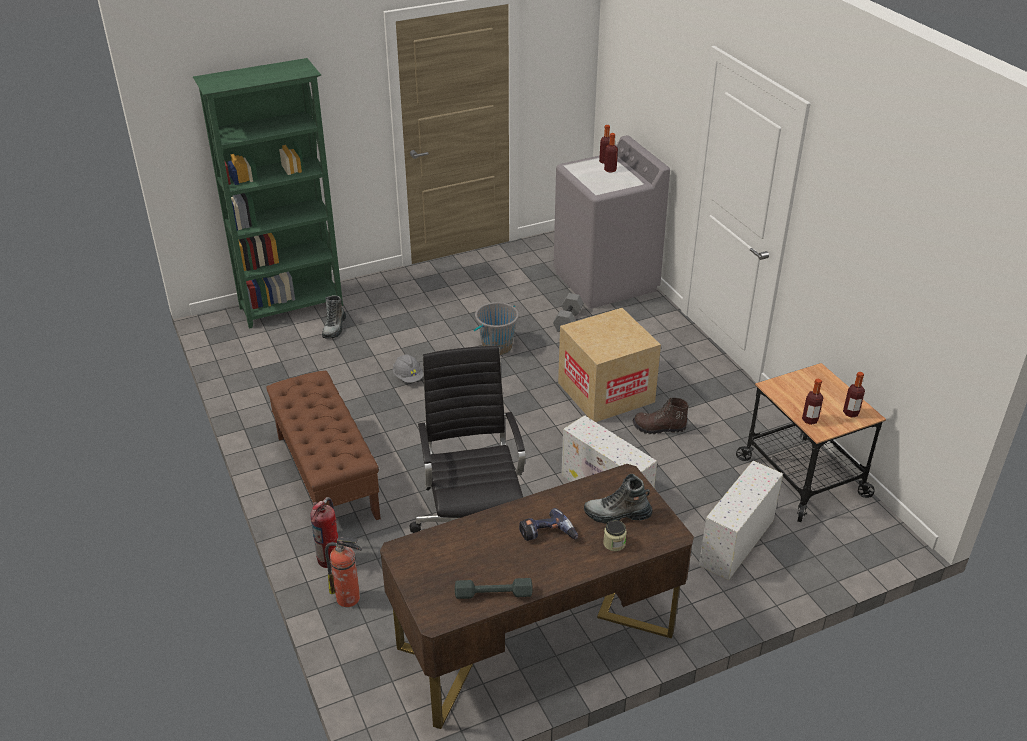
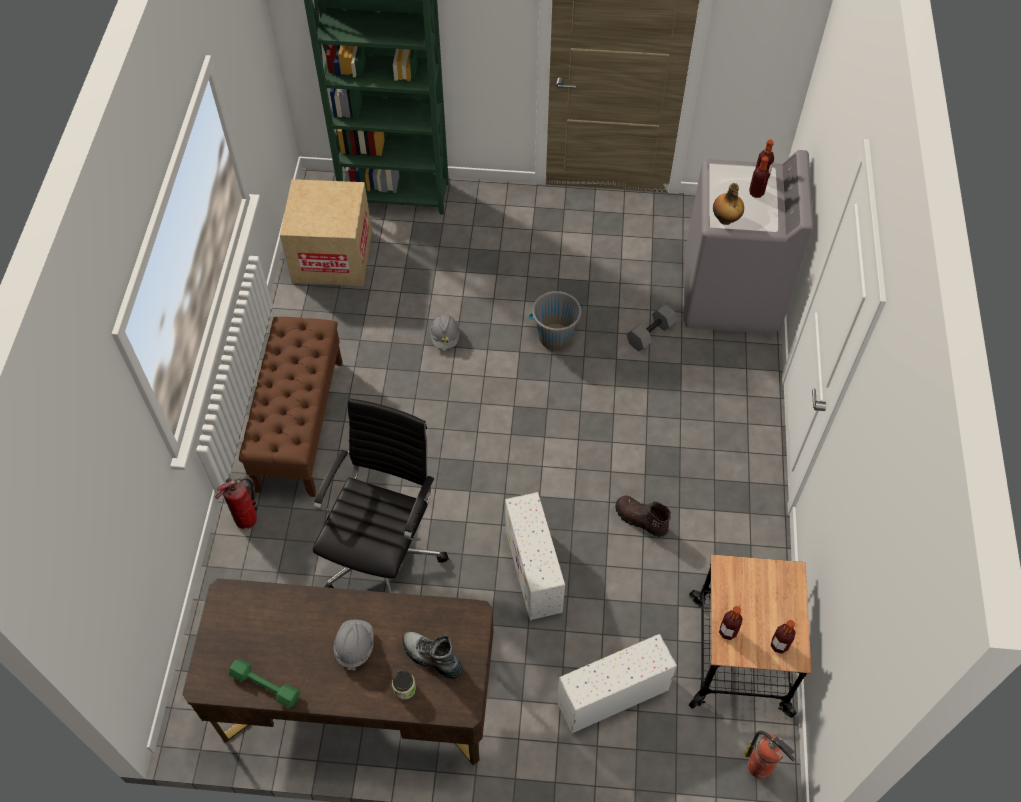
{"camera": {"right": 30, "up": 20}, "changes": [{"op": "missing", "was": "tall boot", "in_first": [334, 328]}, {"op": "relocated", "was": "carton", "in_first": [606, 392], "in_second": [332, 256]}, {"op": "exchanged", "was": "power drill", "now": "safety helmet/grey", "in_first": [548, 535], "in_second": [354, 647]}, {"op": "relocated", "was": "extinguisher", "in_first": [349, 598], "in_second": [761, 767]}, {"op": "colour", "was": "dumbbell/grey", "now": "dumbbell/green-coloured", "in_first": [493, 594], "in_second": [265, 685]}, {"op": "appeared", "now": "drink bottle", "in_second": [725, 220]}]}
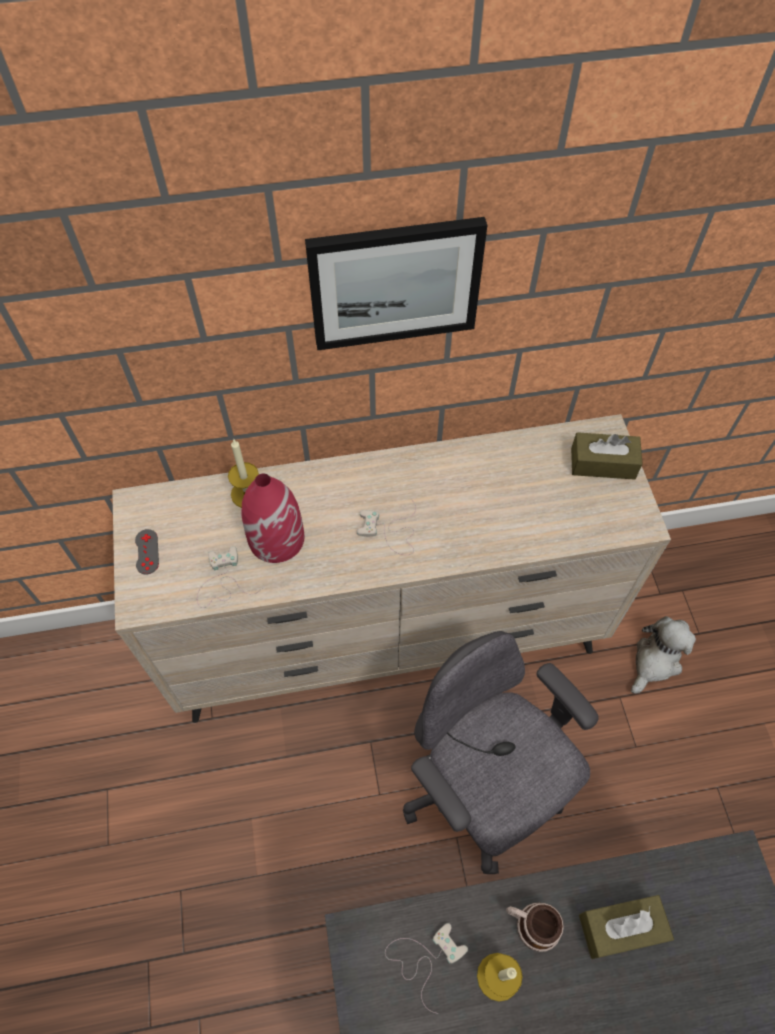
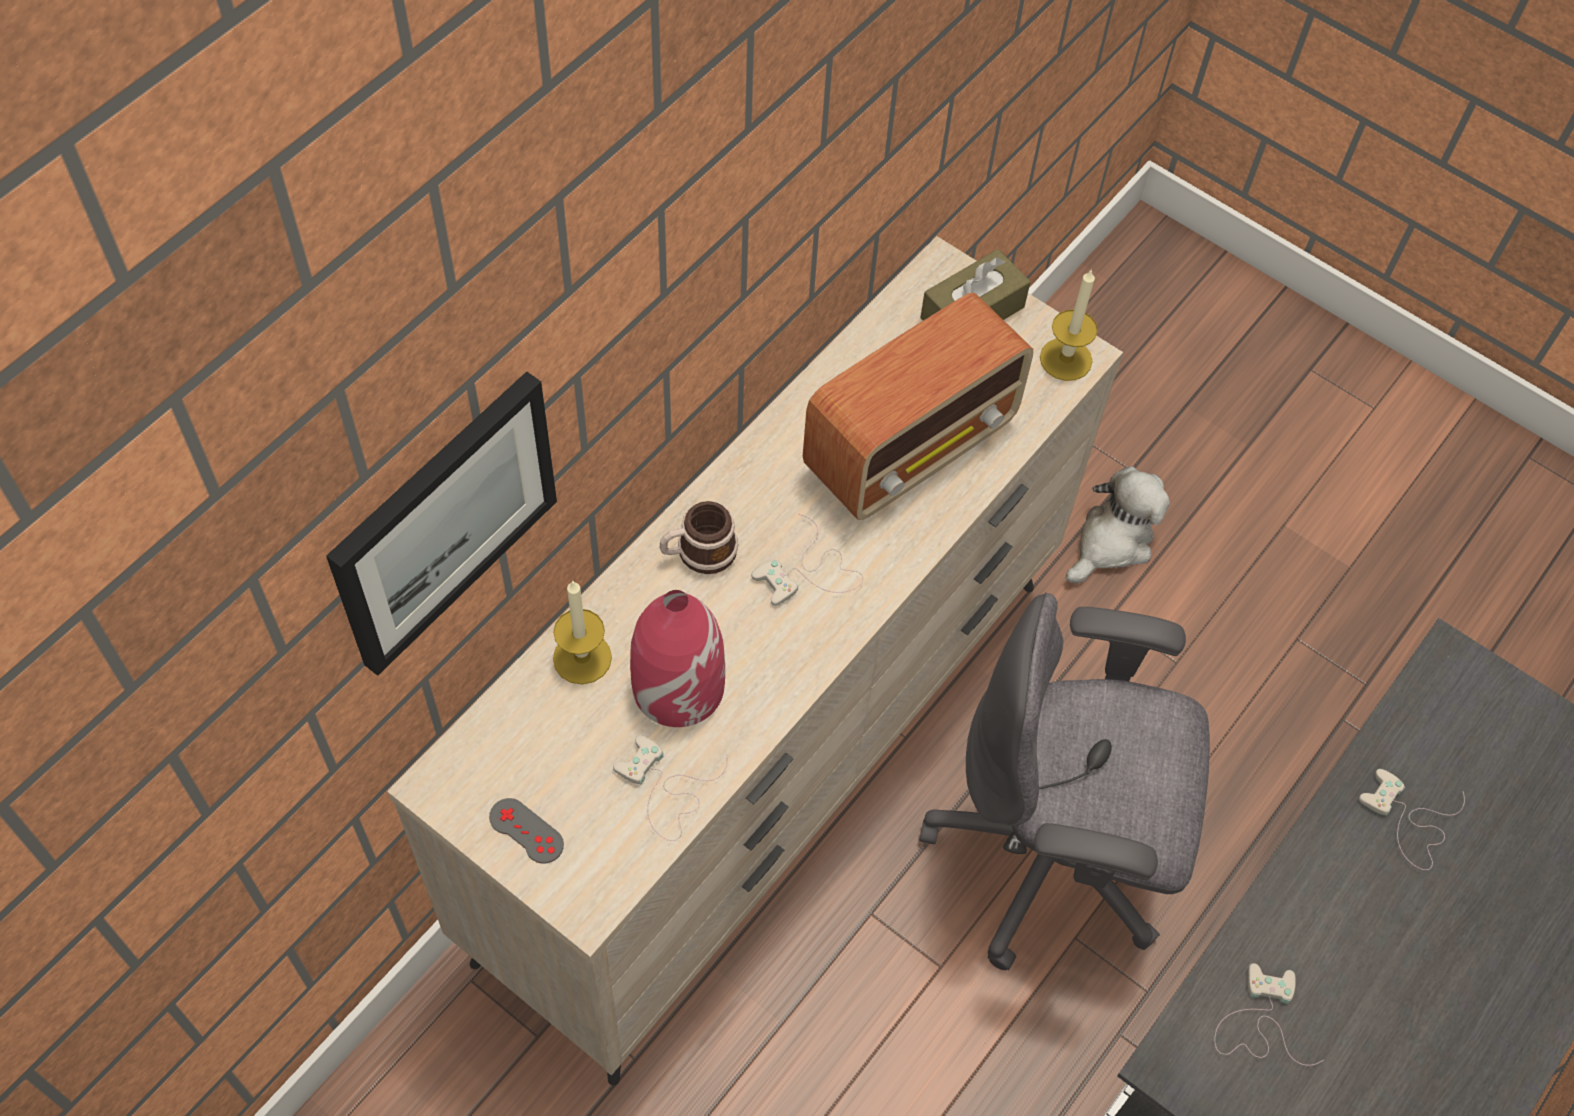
{"camera": {"right": -45, "up": 0}, "changes": [{"op": "relocated", "was": "picture", "in_first": [395, 283], "in_second": [443, 521]}, {"op": "spun", "was": "plush toy", "in_first": [655, 661], "in_second": [1112, 541], "clockwise": 45}, {"op": "exchanged", "was": "box of tissues/brownish", "now": "joypad/whitish", "in_first": [621, 928], "in_second": [1409, 821]}, {"op": "relocated", "was": "mug", "in_first": [531, 924], "in_second": [698, 552]}, {"op": "relocated", "was": "wax candle", "in_first": [498, 976], "in_second": [1066, 359]}, {"op": "appeared", "now": "radio", "in_second": [912, 446]}]}
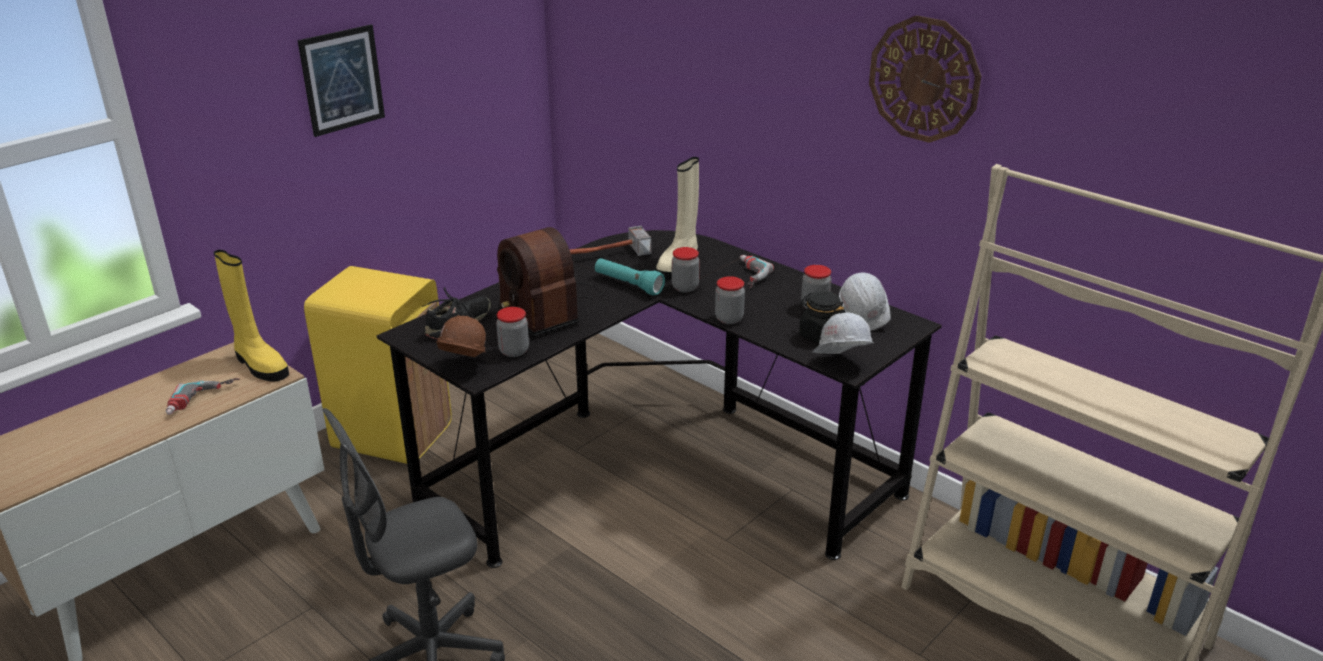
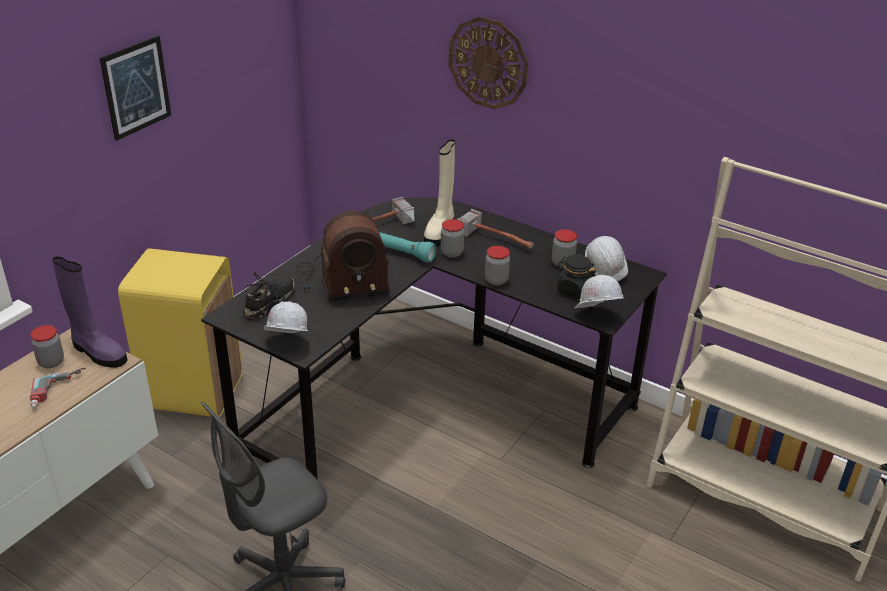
{"camera": {"right": -10, "up": 5}, "changes": [{"op": "relocated", "was": "clock on the wall", "in_first": [924, 79], "in_second": [488, 63]}, {"op": "spun", "was": "radio", "in_first": [548, 306], "in_second": [341, 279], "clockwise": -60}, {"op": "colour", "was": "tall boot/yellow-coloured", "now": "tall boot/purple-coloured", "in_first": [259, 365], "in_second": [97, 352]}, {"op": "exchanged", "was": "power drill", "now": "tool hammer", "in_first": [746, 275], "in_second": [499, 237]}, {"op": "relocated", "was": "jar", "in_first": [514, 351], "in_second": [51, 362]}, {"op": "colour", "was": "safety helmet/brownish", "now": "safety helmet/whitish", "in_first": [462, 367], "in_second": [286, 344]}]}
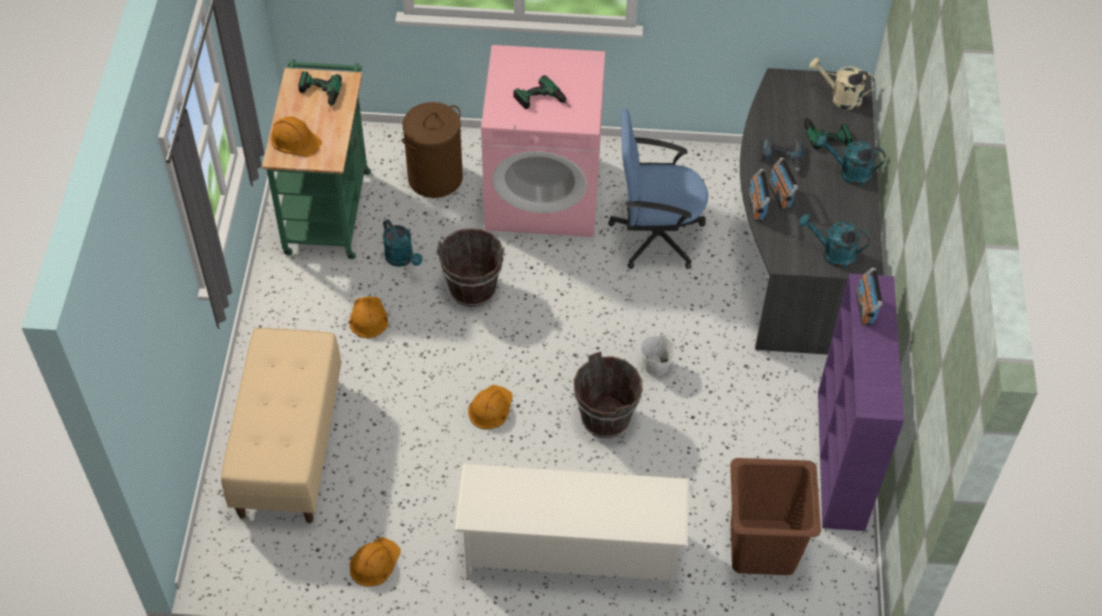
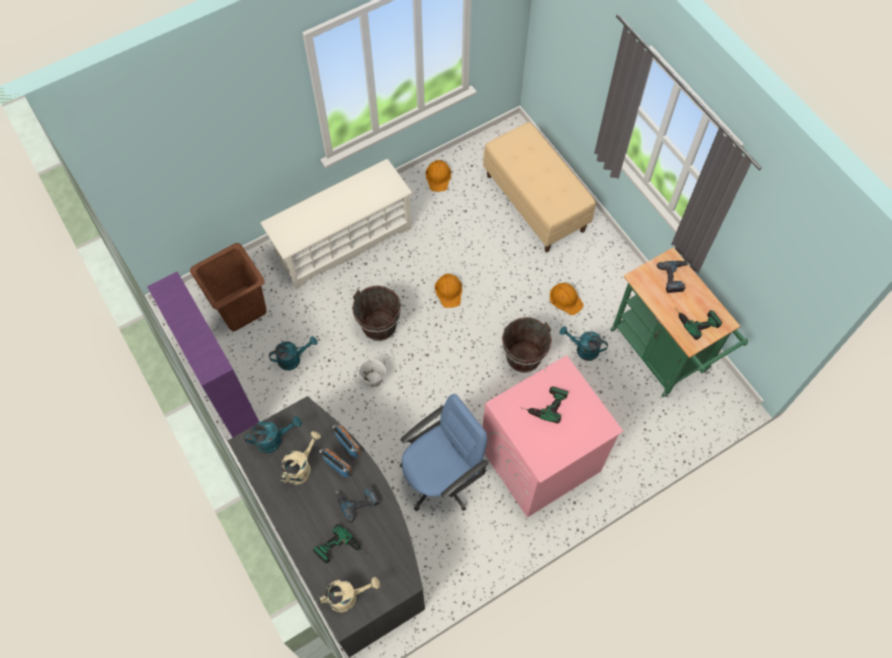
{"camera": {"right": 145, "up": 10}, "changes": [{"op": "missing", "was": "washing basket/brownish", "in_first": [435, 177]}, {"op": "exchanged", "was": "safety helmet/orange", "now": "power drill", "in_first": [295, 139], "in_second": [674, 277]}, {"op": "relocated", "was": "watering can/turquoise", "in_first": [849, 172], "in_second": [293, 358]}, {"op": "missing", "was": "radio", "in_first": [865, 308]}, {"op": "appeared", "now": "watering can/beige", "in_second": [301, 467]}]}
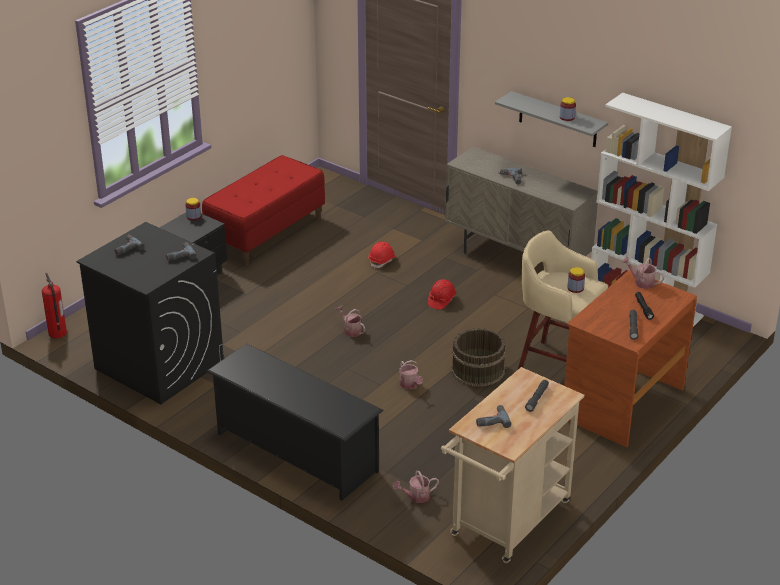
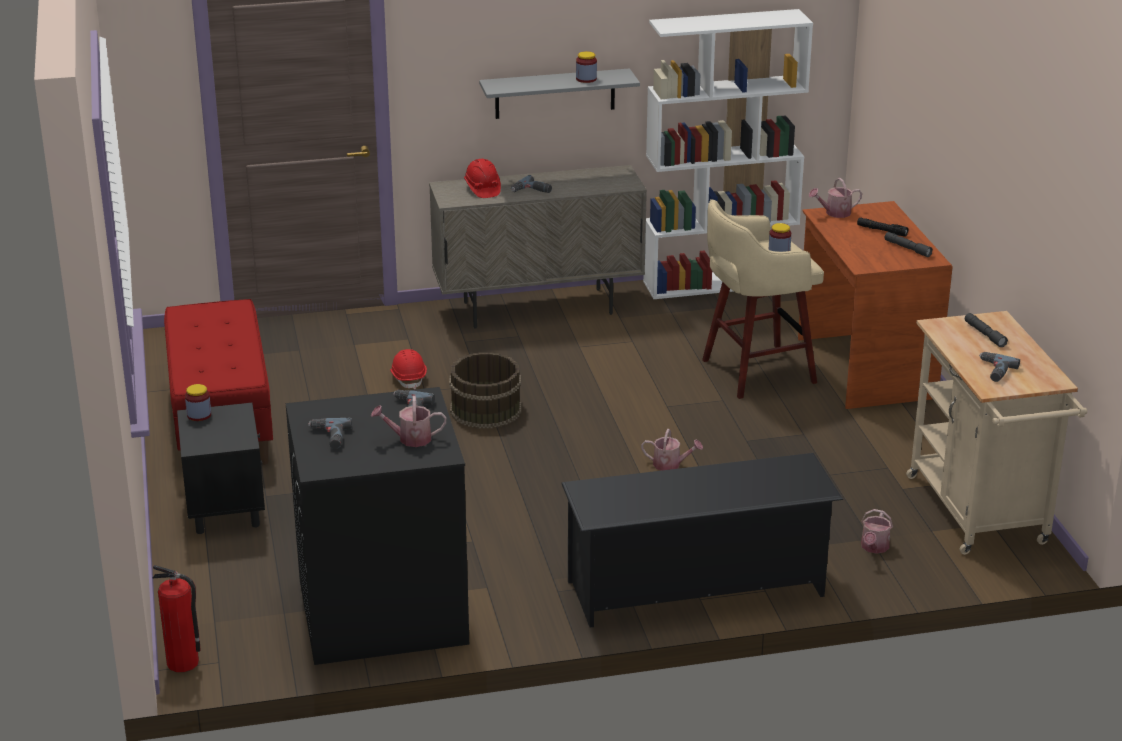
{"camera": {"right": -50, "up": -5}, "changes": [{"op": "relocated", "was": "safety helmet/red-coloured", "in_first": [441, 300], "in_second": [482, 189]}, {"op": "relocated", "was": "watering can", "in_first": [351, 330], "in_second": [410, 439]}, {"op": "relocated", "was": "water bucket/brownish", "in_first": [477, 370], "in_second": [484, 409]}]}
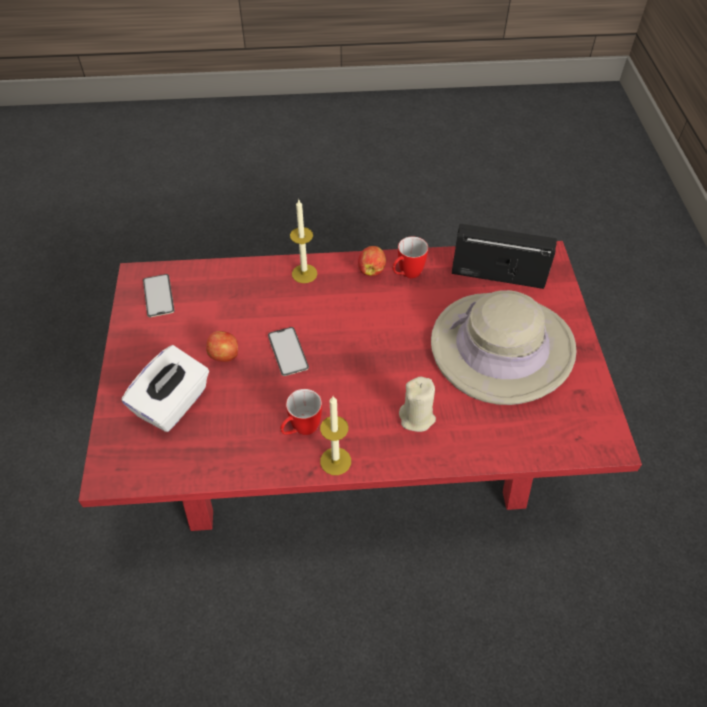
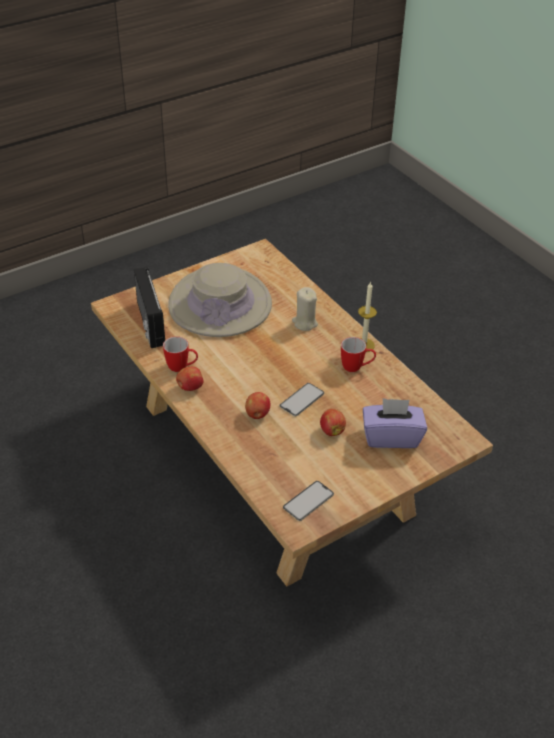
{"camera": {"right": -120, "up": -10}, "changes": [{"op": "missing", "was": "wax candle", "in_first": [304, 273]}, {"op": "colour", "was": "lounge table/red-coloured", "now": "lounge table/beige", "in_first": [353, 440], "in_second": [275, 458]}, {"op": "colour", "was": "box of tissues/whitish", "now": "box of tissues/purple-coloured", "in_first": [173, 403], "in_second": [391, 437]}, {"op": "appeared", "now": "apple fruit", "in_second": [257, 414]}]}
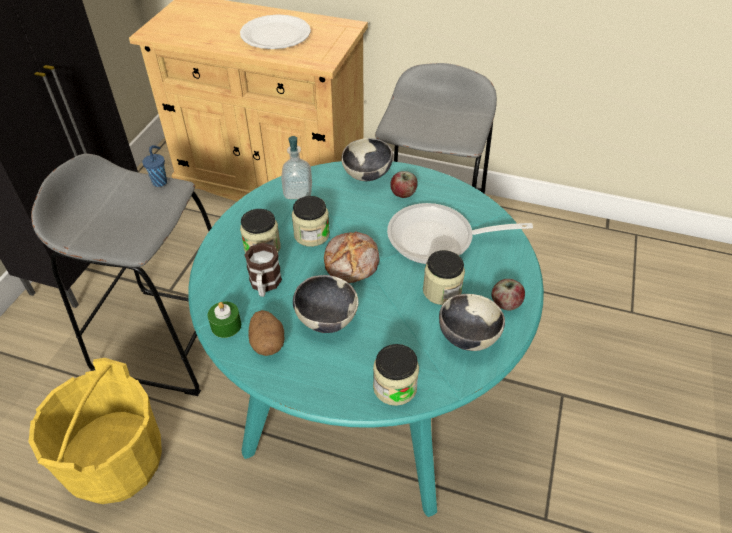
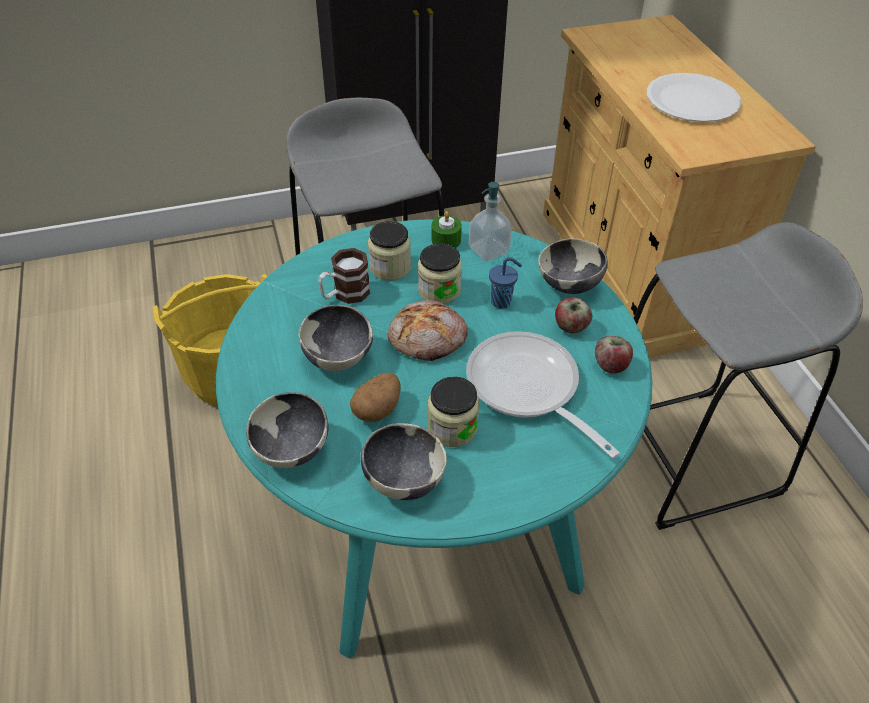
{"camera": {"right": 55, "up": 0}, "changes": [{"op": "relocated", "was": "drinking cup/blue", "in_first": [160, 182], "in_second": [502, 302]}, {"op": "relocated", "was": "apple fruit", "in_first": [505, 303], "in_second": [611, 365]}, {"op": "relocated", "was": "wax candle/green-coloured", "in_first": [226, 325], "in_second": [446, 240]}, {"op": "relocated", "was": "spud", "in_first": [267, 342], "in_second": [377, 409]}, {"op": "exchanged", "was": "jar", "now": "bowl", "in_first": [395, 387], "in_second": [292, 450]}]}
